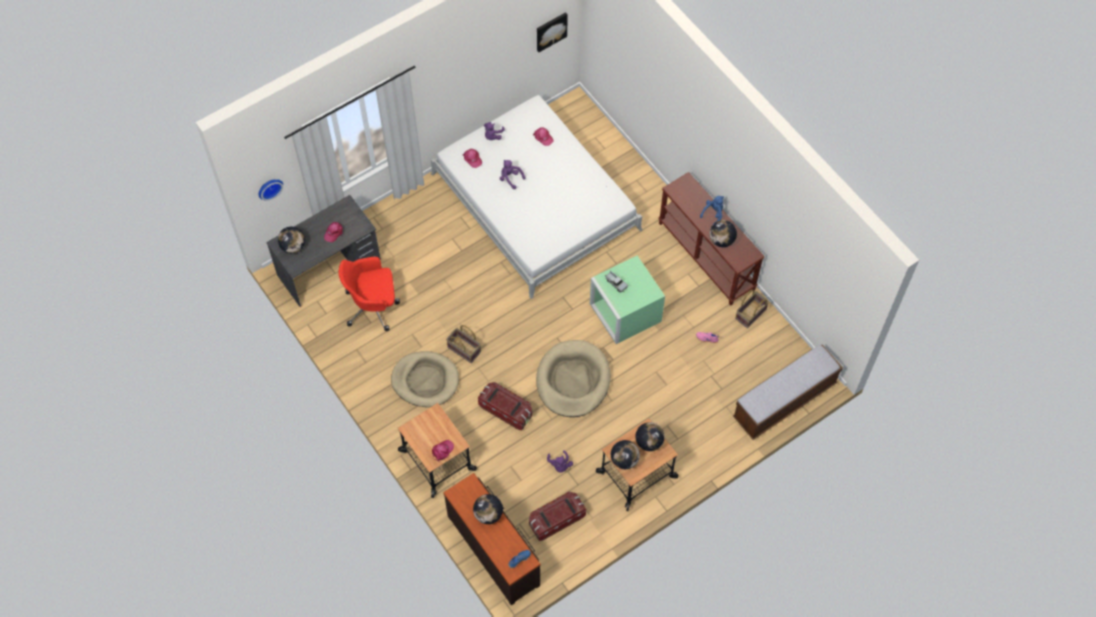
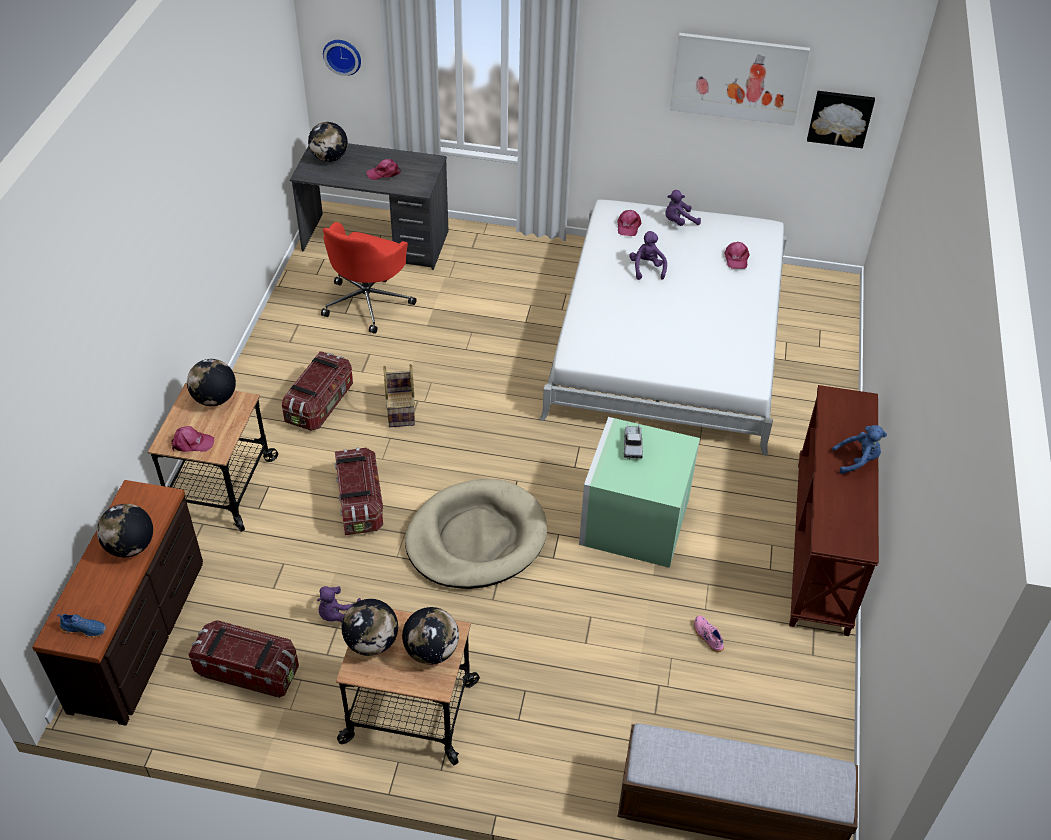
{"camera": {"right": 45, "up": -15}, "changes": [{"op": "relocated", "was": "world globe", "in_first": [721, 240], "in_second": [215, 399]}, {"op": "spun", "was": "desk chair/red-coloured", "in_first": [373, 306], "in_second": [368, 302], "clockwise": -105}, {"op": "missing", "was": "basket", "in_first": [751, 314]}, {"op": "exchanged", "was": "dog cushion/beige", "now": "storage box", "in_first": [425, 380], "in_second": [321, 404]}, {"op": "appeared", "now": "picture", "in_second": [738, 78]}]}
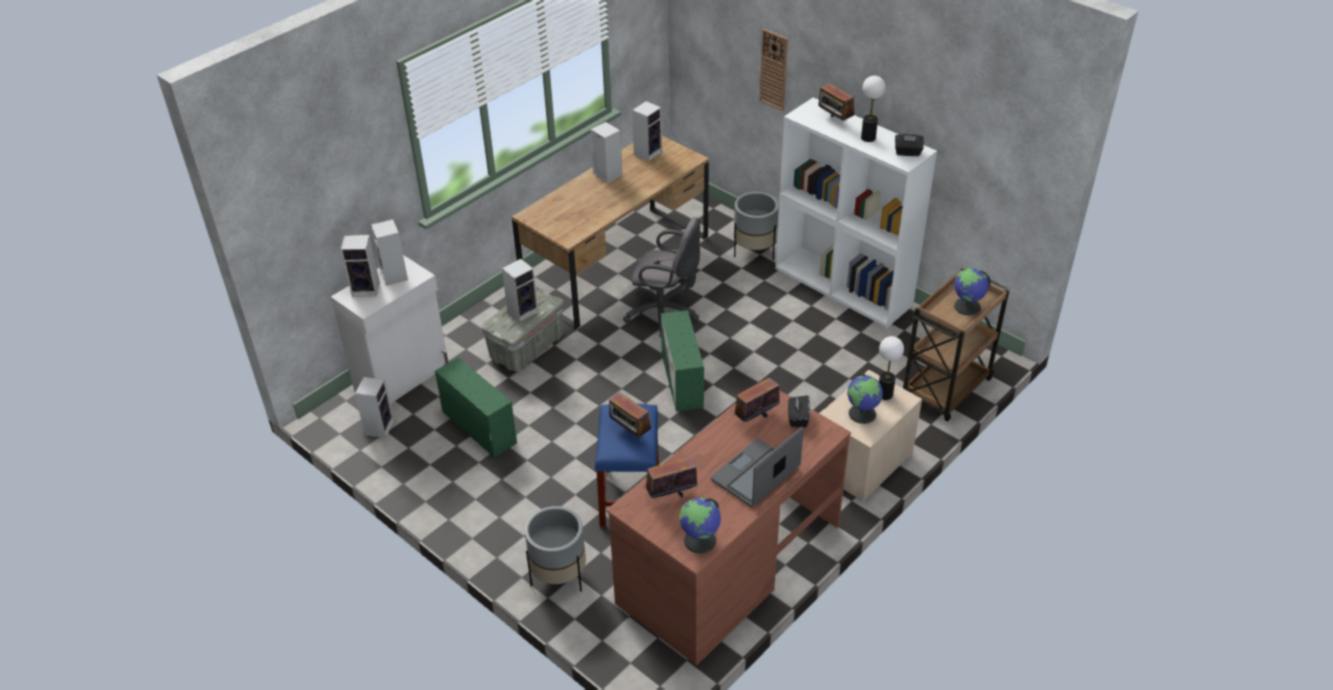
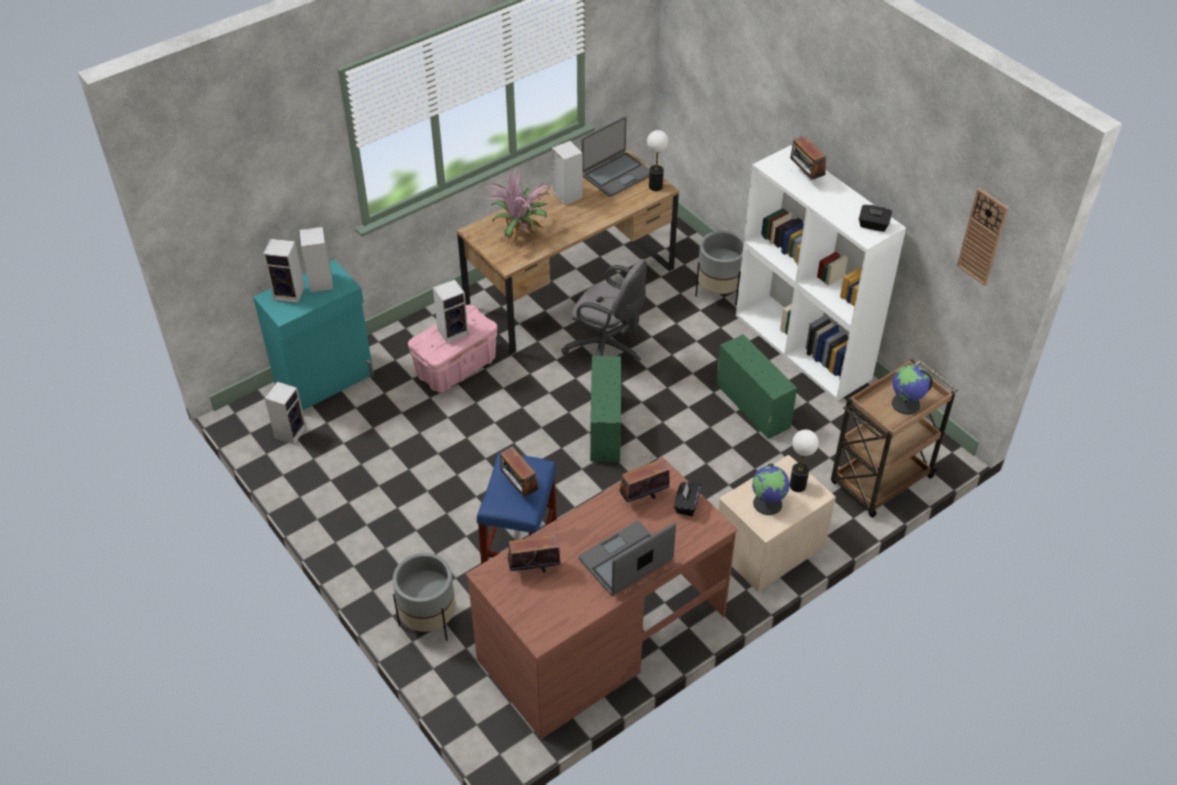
{"camera": {"right": 10, "up": 5}, "changes": [{"op": "relocated", "was": "clock on the wall", "in_first": [774, 69], "in_second": [982, 237]}, {"op": "relocated", "was": "tabletop lamp", "in_first": [868, 138], "in_second": [655, 186]}, {"op": "exchanged", "was": "loudspeaker", "now": "notebook computer", "in_first": [648, 152], "in_second": [616, 175]}, {"op": "colour", "was": "cabinet/whitish", "now": "cabinet/turquoise", "in_first": [403, 376], "in_second": [326, 380]}, {"op": "colour", "was": "storage box/grey", "now": "storage box/pink", "in_first": [526, 348], "in_second": [456, 368]}, {"op": "relocated", "was": "storage box/green-coloured", "in_first": [478, 426], "in_second": [751, 404]}, {"op": "missing", "was": "world globe", "in_first": [700, 540]}, {"op": "appeared", "now": "plant in a pot", "in_second": [521, 234]}]}
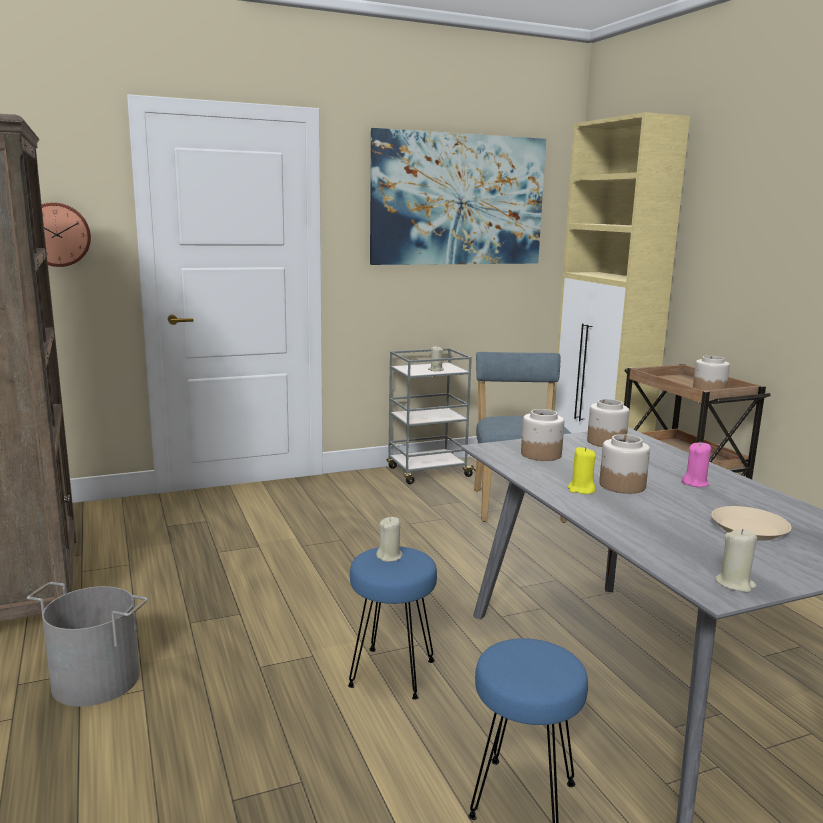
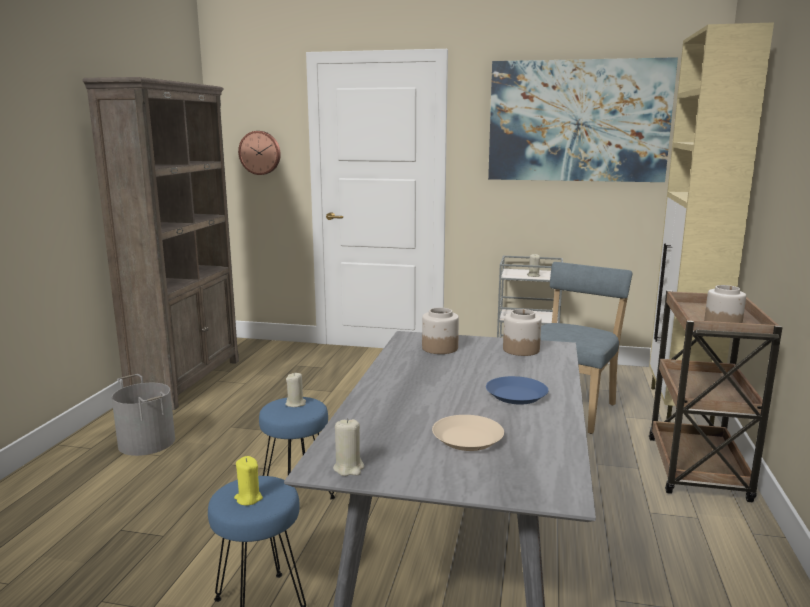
{"camera": {"right": 35, "up": 0}, "changes": [{"op": "missing", "was": "jar", "in_first": [622, 485]}, {"op": "exchanged", "was": "wax candle/pink", "now": "dinner plate/blue", "in_first": [695, 483], "in_second": [516, 395]}, {"op": "relocated", "was": "wax candle/yellow-coloured", "in_first": [581, 490], "in_second": [248, 498]}]}
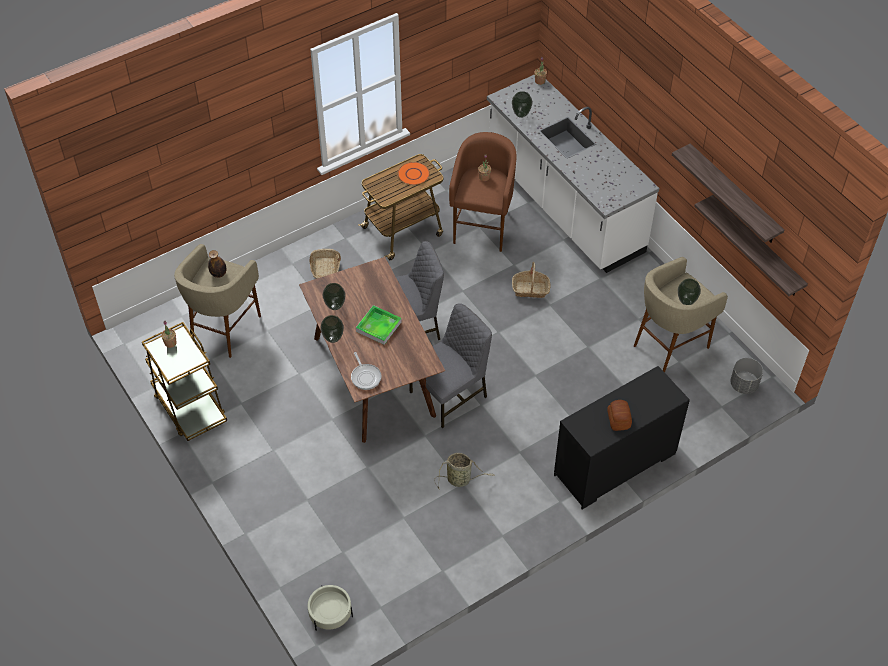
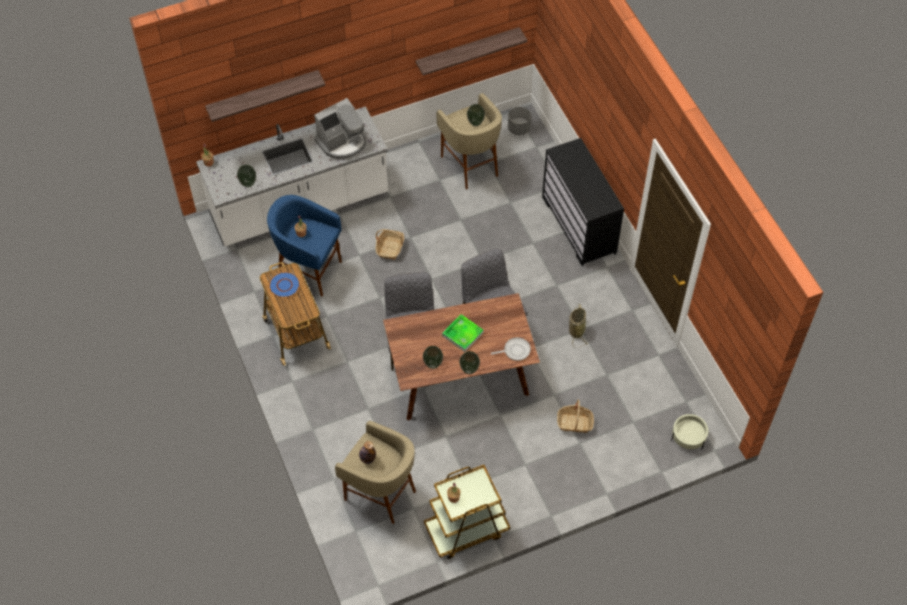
{"camera": {"right": -80, "up": 5}, "changes": [{"op": "colour", "was": "stool seat/brownish", "now": "stool seat/blue", "in_first": [483, 227], "in_second": [308, 270]}, {"op": "relocated", "was": "wall shelf", "in_first": [733, 195], "in_second": [263, 95]}, {"op": "colour", "was": "dinner plate/orange", "now": "dinner plate/blue", "in_first": [413, 174], "in_second": [284, 285]}, {"op": "relocated", "was": "basket", "in_first": [325, 269], "in_second": [574, 423]}, {"op": "missing", "was": "bread", "in_first": [618, 420]}, {"op": "appeared", "now": "coffee brewer", "in_second": [342, 142]}]}
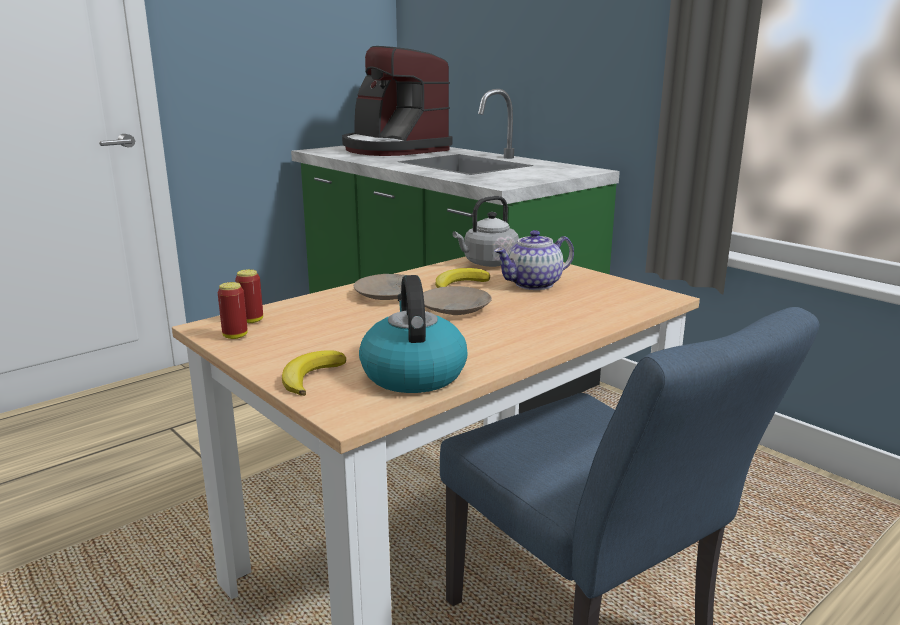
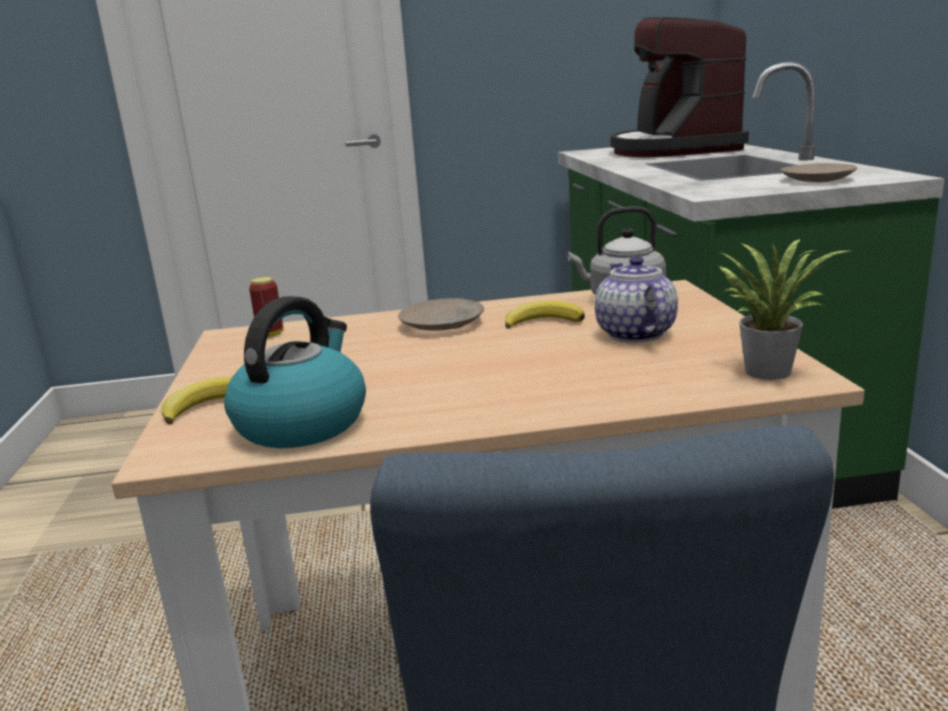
{"camera": {"right": 35, "up": 0}, "changes": [{"op": "spun", "was": "pot for tea", "in_first": [533, 284], "in_second": [634, 334], "clockwise": 75}, {"op": "missing", "was": "can", "in_first": [235, 336]}, {"op": "relocated", "was": "dinner plate/beige", "in_first": [455, 308], "in_second": [818, 180]}, {"op": "appeared", "now": "plant in a pot", "in_second": [766, 369]}]}
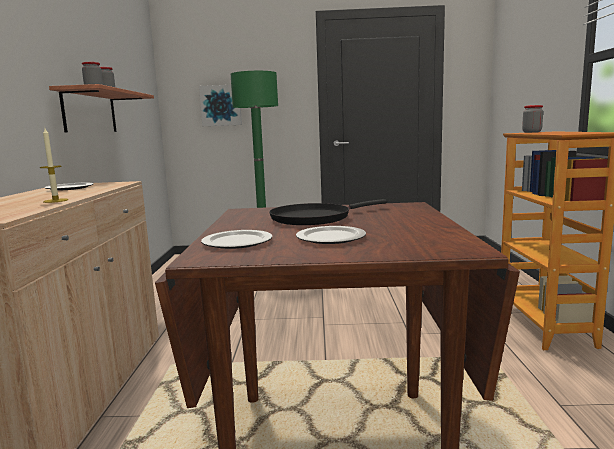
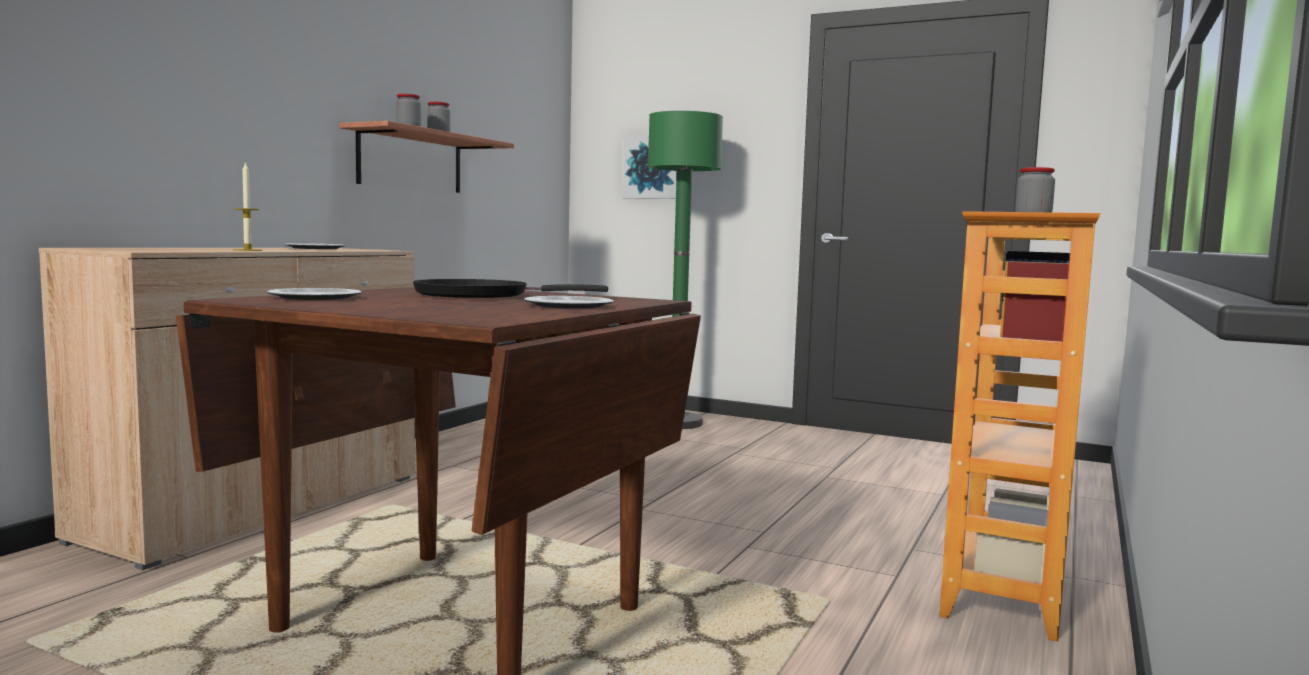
{"camera": {"right": 25, "up": -5}, "changes": [{"op": "relocated", "was": "dinner plate", "in_first": [332, 238], "in_second": [570, 305]}]}
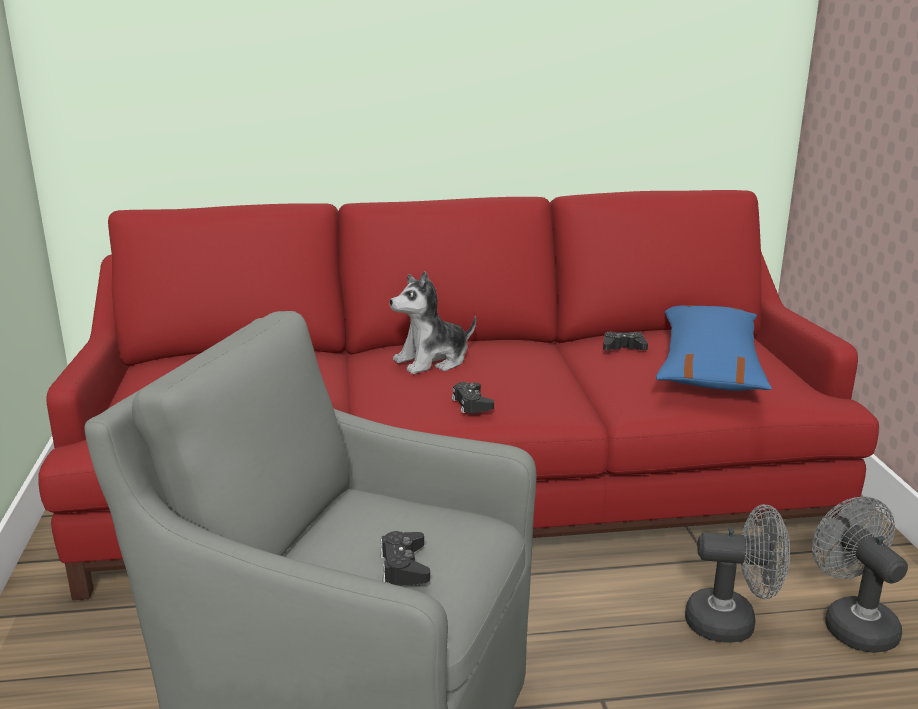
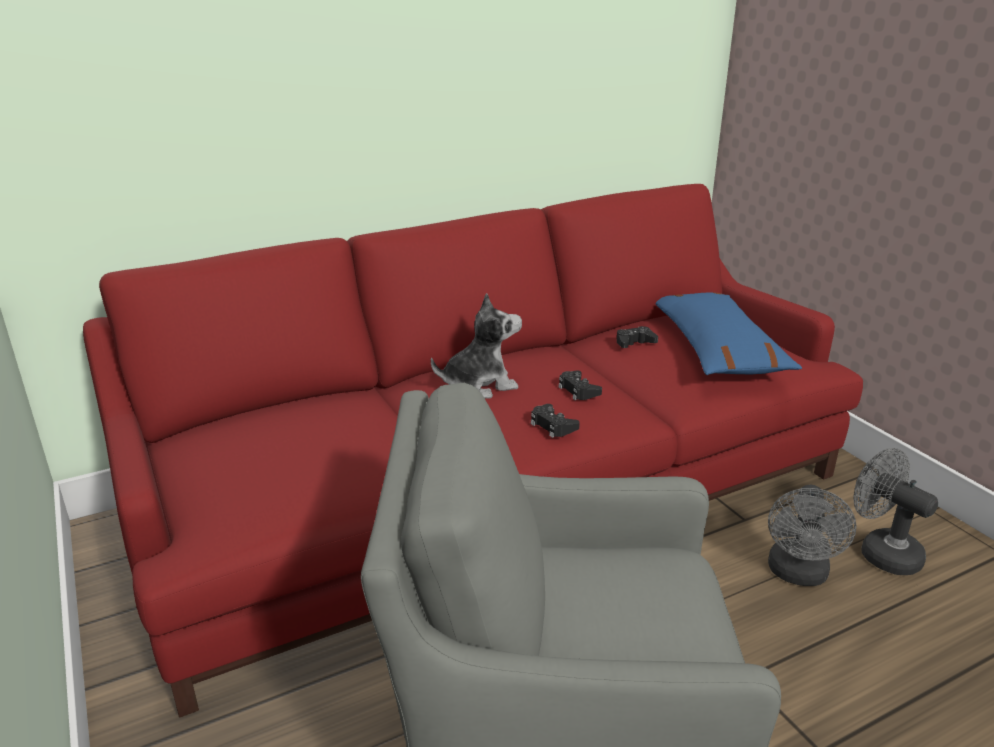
{"camera": {"right": -20, "up": 5}, "changes": [{"op": "spun", "was": "plush toy", "in_first": [432, 361], "in_second": [479, 385], "clockwise": -150}, {"op": "spun", "was": "electric fan/grey", "in_first": [732, 623], "in_second": [798, 575], "clockwise": 120}, {"op": "relocated", "was": "joypad/black-coloured", "in_first": [404, 566], "in_second": [578, 390]}]}
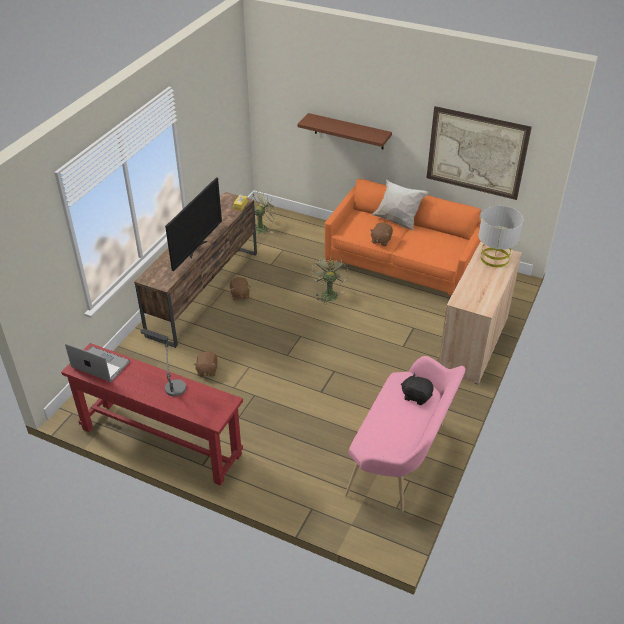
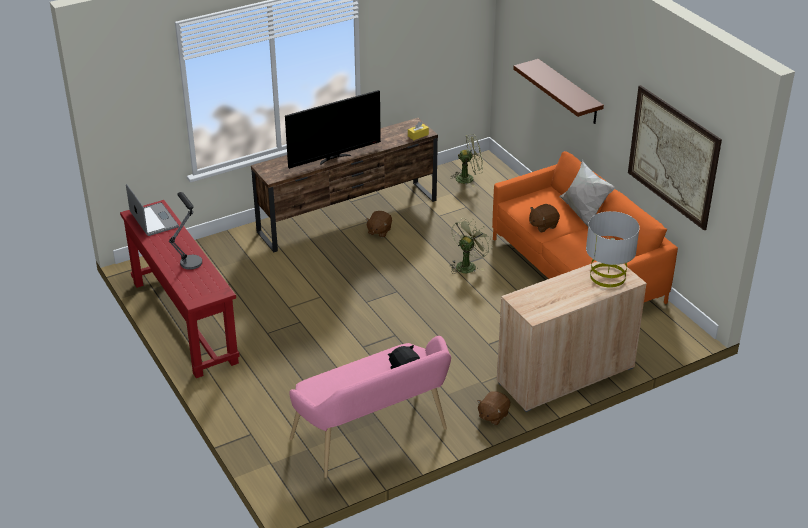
{"camera": {"right": 35, "up": -5}, "changes": [{"op": "relocated", "was": "plush toy/brownish", "in_first": [207, 370], "in_second": [493, 415]}]}
